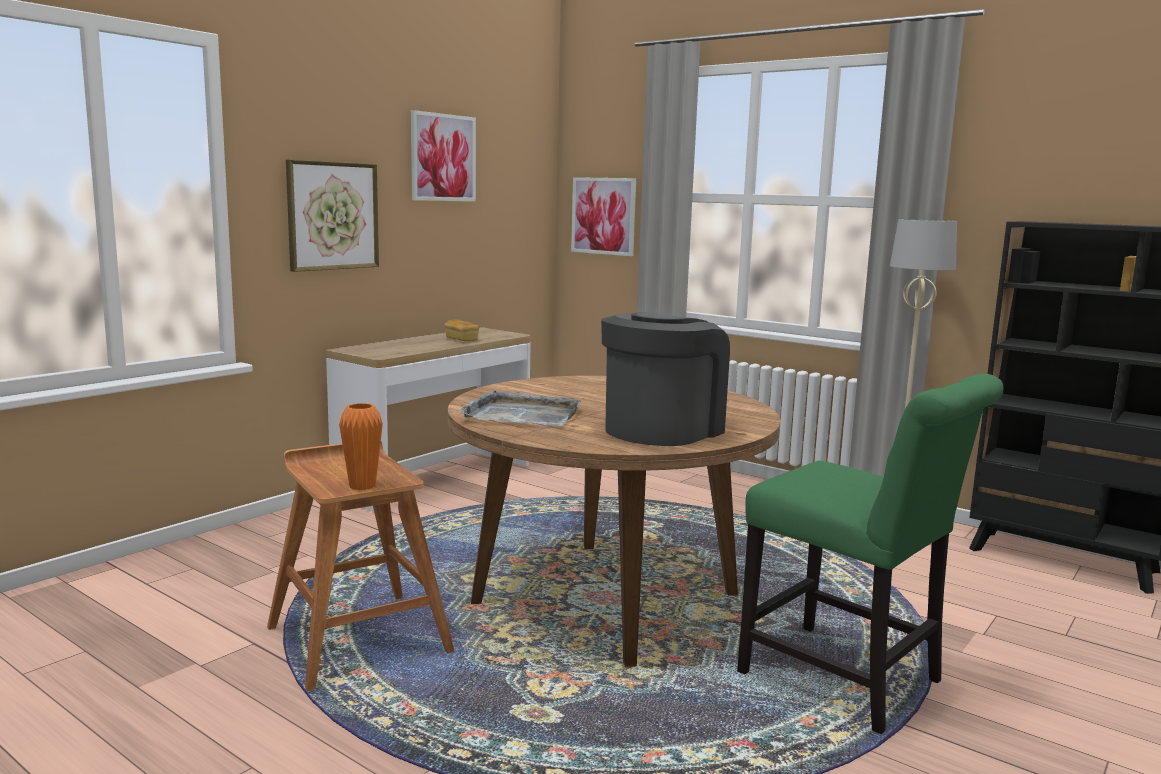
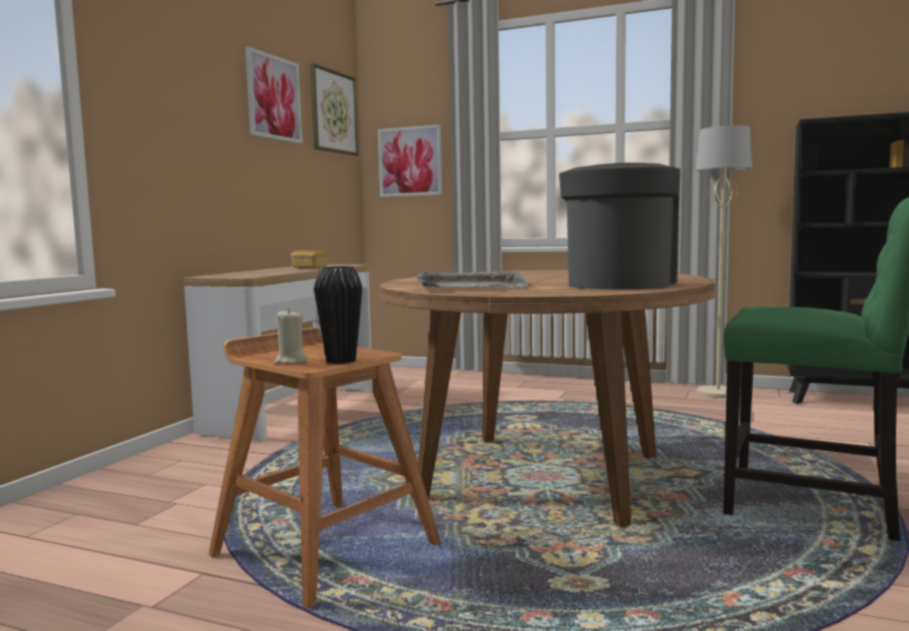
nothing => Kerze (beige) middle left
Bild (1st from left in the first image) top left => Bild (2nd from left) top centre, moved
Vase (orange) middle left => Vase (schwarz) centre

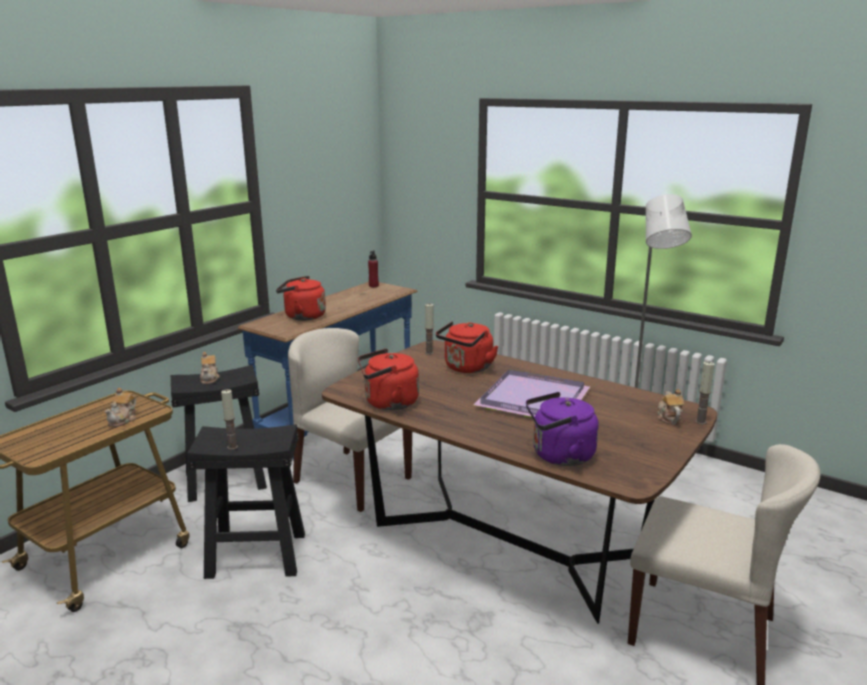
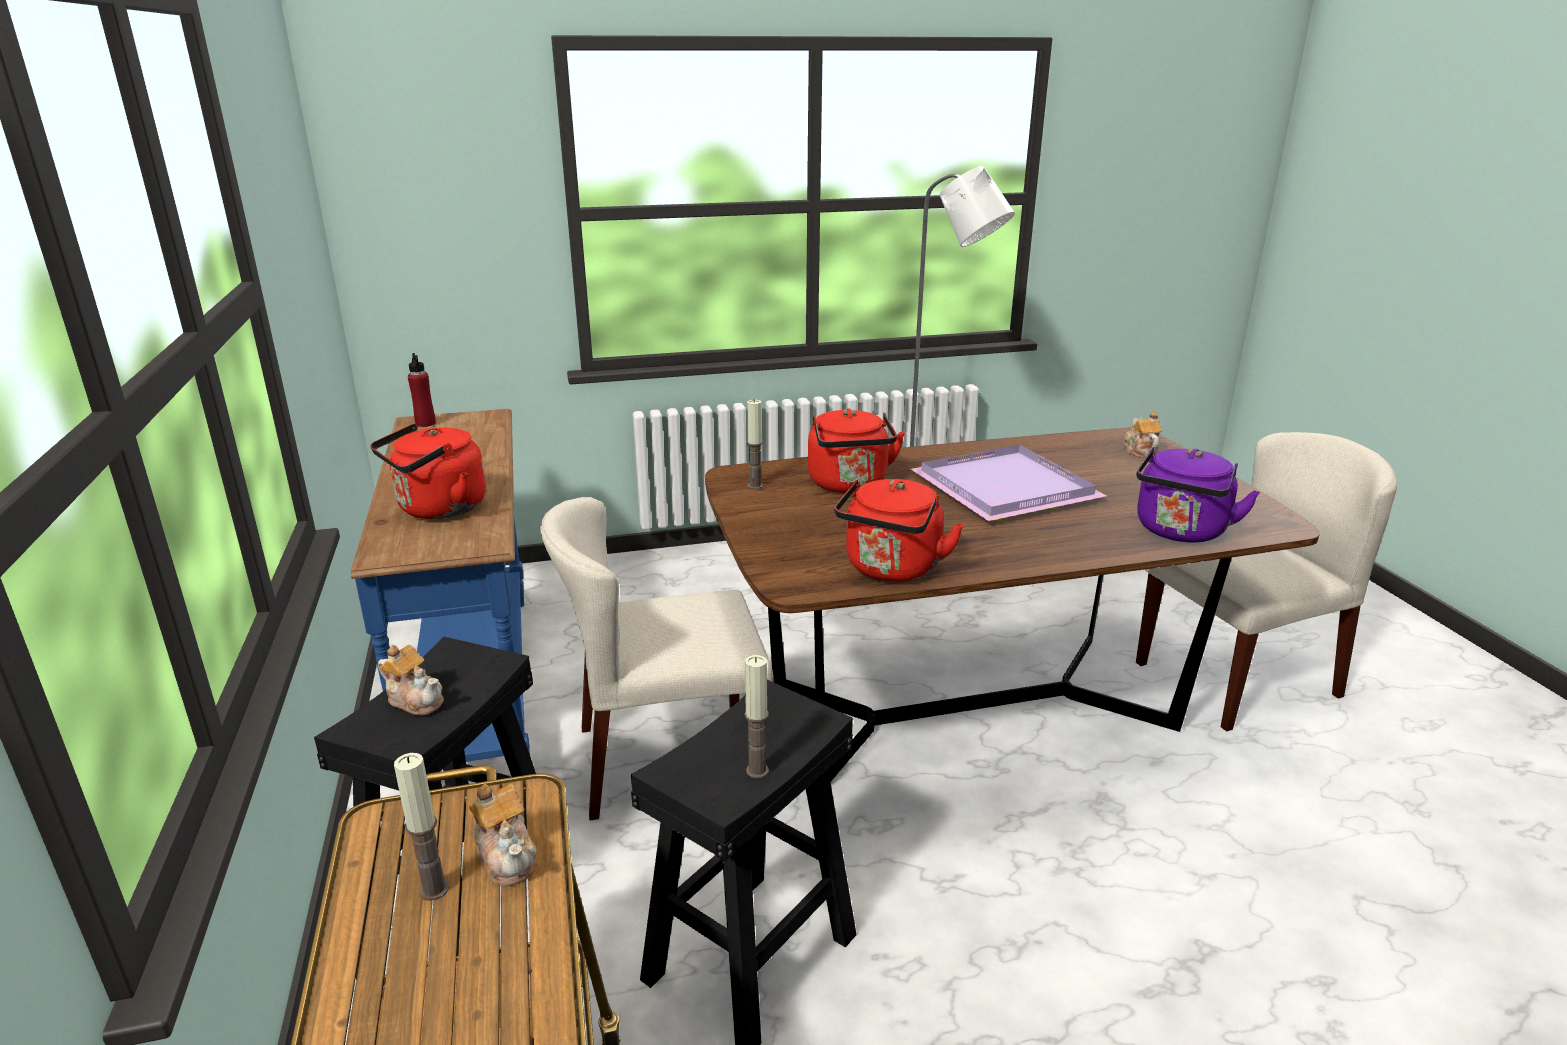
Kerze (3rd from left in the first image) middle right => Kerze (1st from left) bottom left, moved
Teekanne (3rd from left) middle right, 45 degrees clockwise

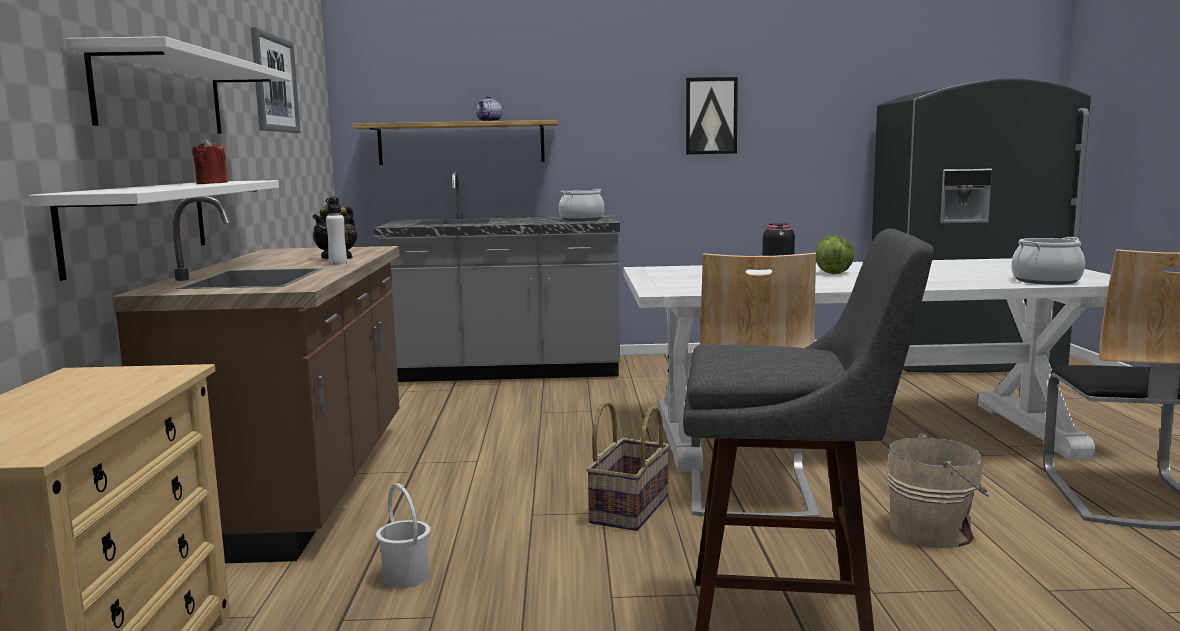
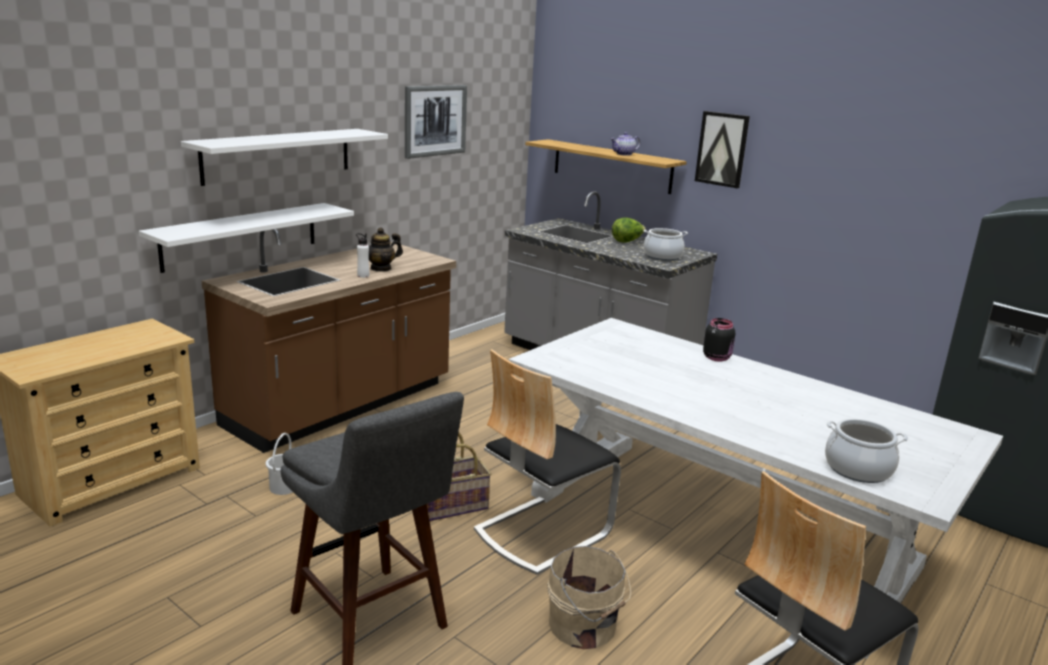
Salatkopf middle right => Salatkopf centre, moved
Bild (2nd from left) top centre => Bild (2nd from left) top right, moved
Kerze (rot) top left => nothing

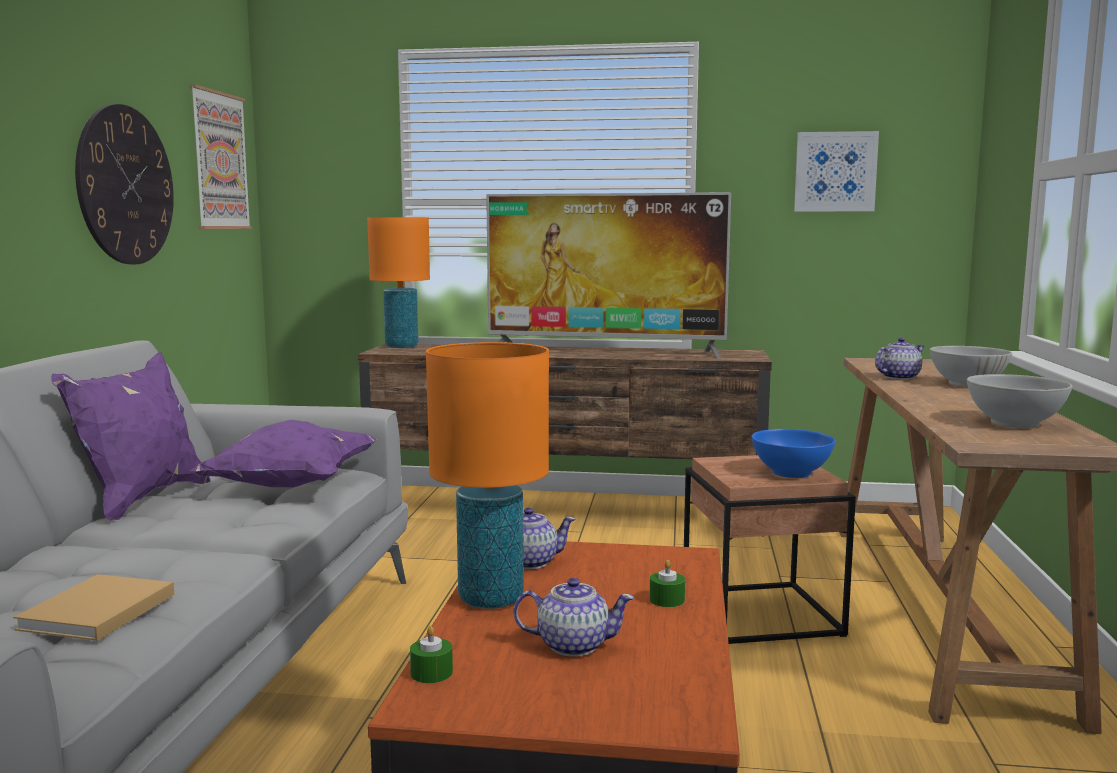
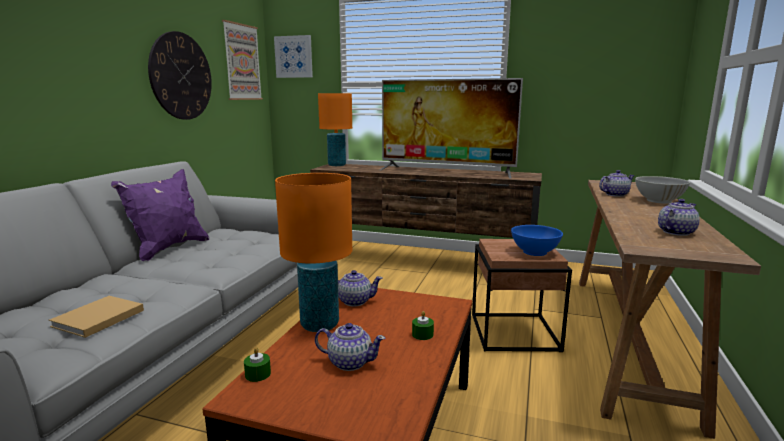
Bild (2nd from left) top right => Bild (2nd from left) top centre, moved
Schüssel (weiß) (2nd from left) middle right => Teekanne (4th from left) middle right
Kissen (lila) (2nd from left) middle left => nothing

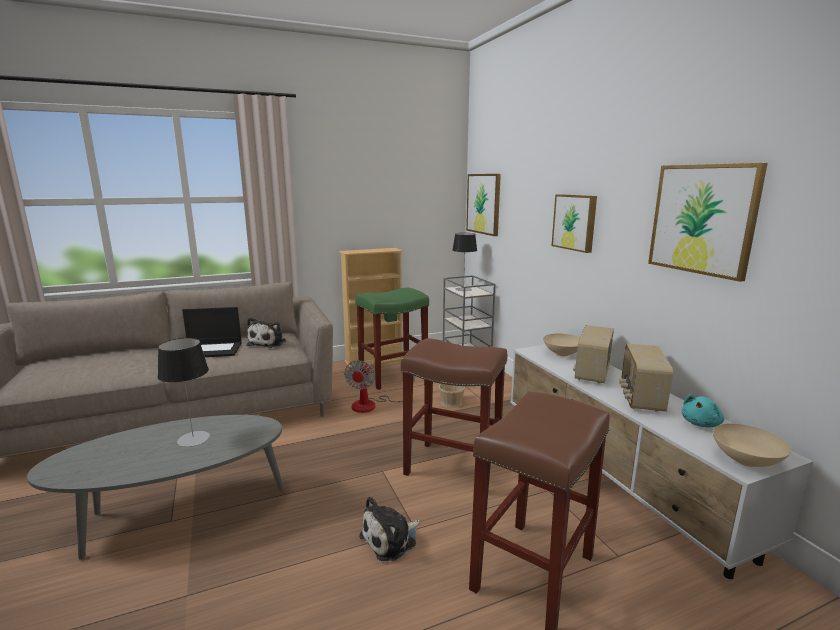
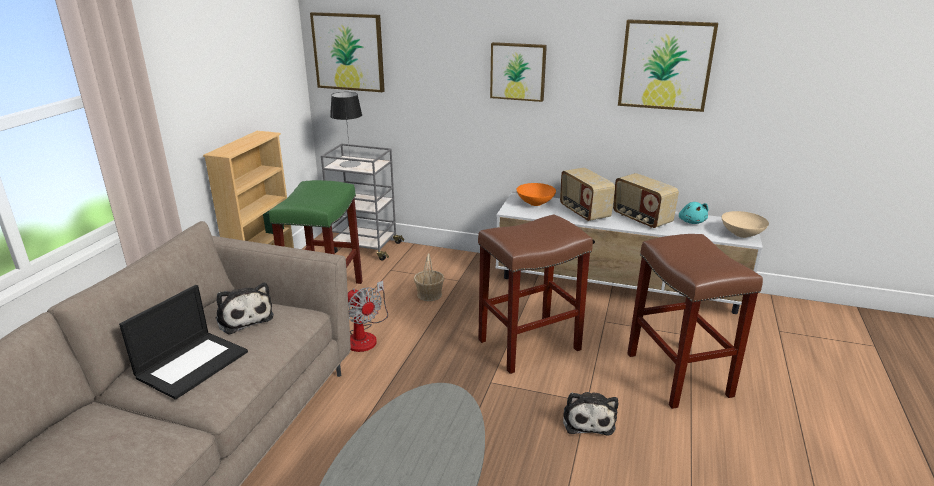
Schüssel (beige) (1st from left) middle right => Schüssel (orange) centre
Tischlampe (1st from left) middle left => nothing

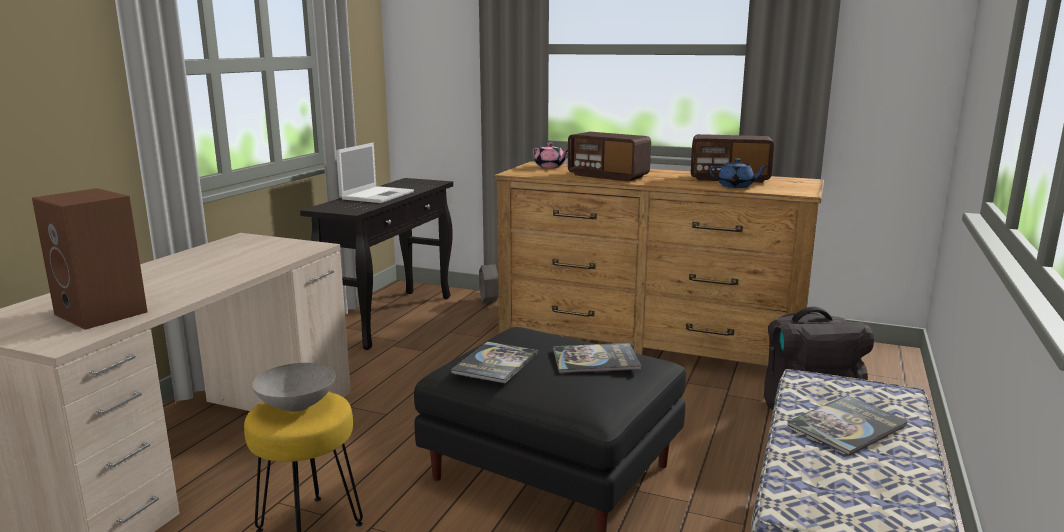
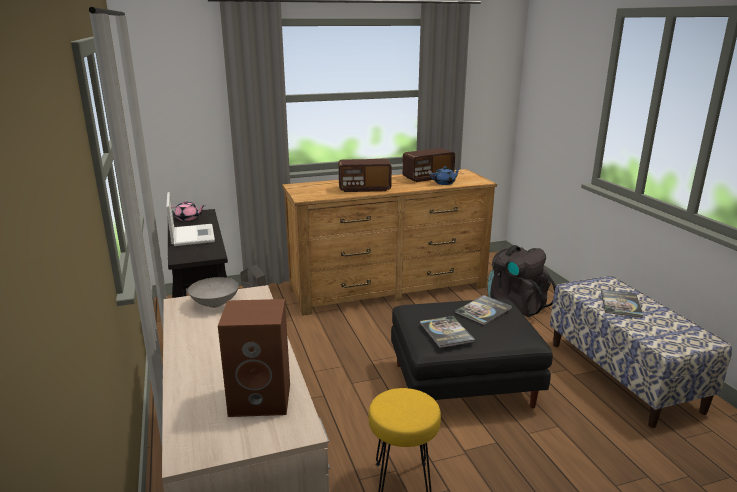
Teekanne (rosa) top centre => Teekanne (rosa) middle left, moved
Schüssel (grau) bottom left => Schüssel (grau) middle left, moved

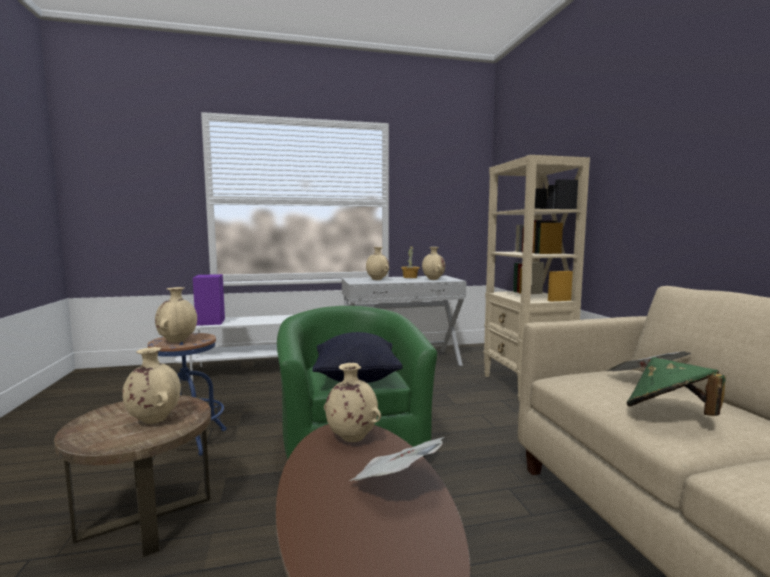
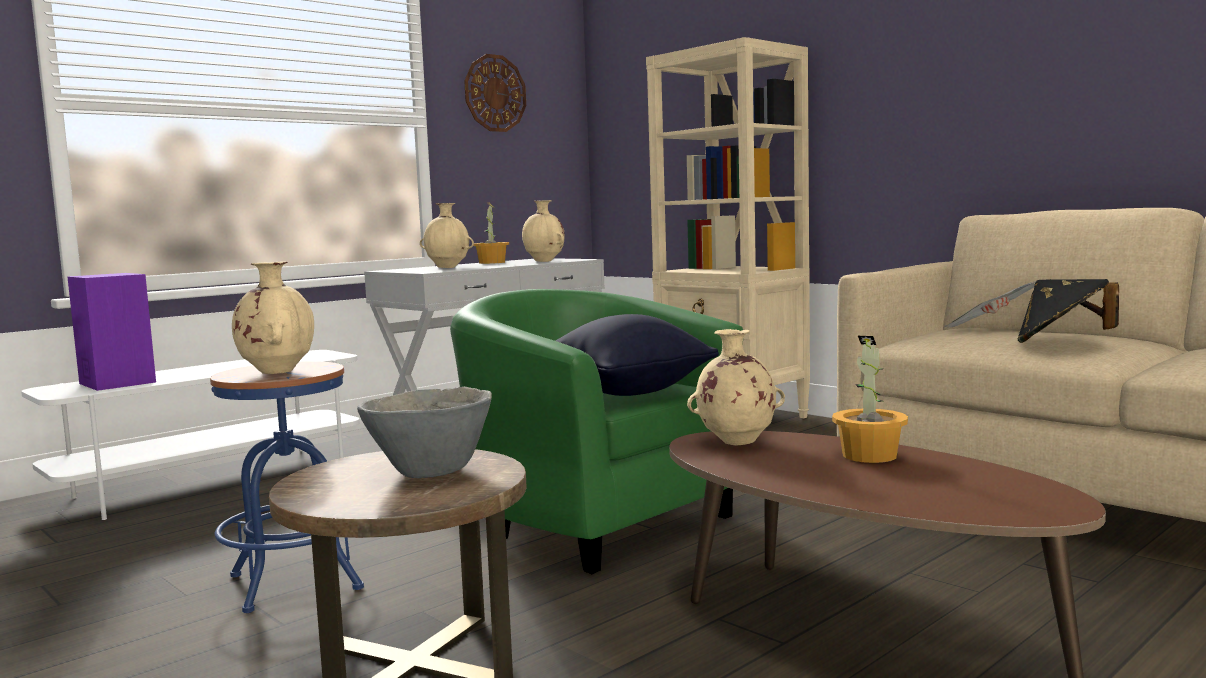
Vase (beige) (1st from left) bottom left => Schüssel (grau) centre
nothing => Wanduhr top centre
Zeitung (1st from left) bottom centre => Topfpflanze (2nd from left) middle right
Hut (grün) bottom right => Hut (schwarz) middle right

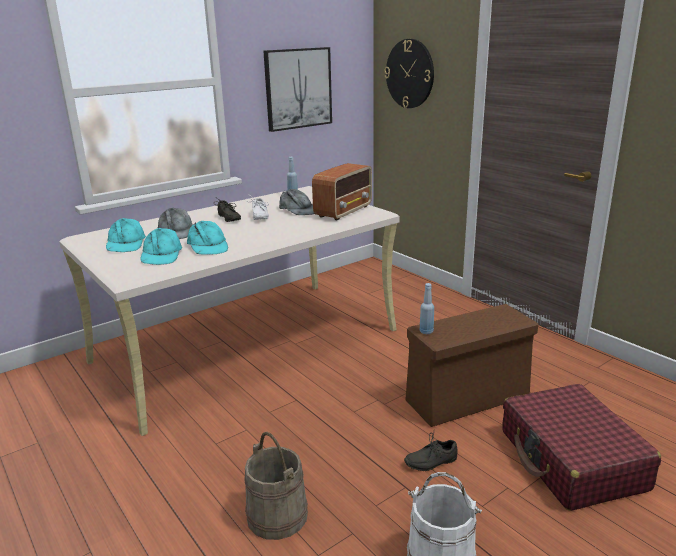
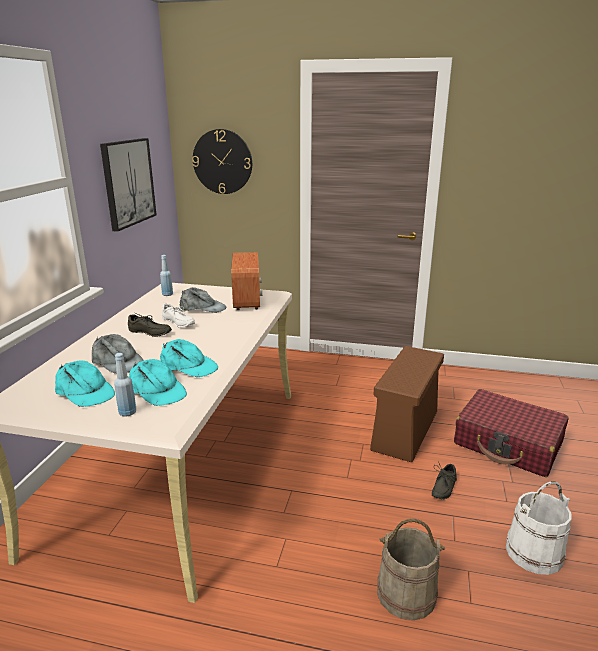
Flasche (blau) (2nd from left in the first image) centre => Flasche (blau) (1st from left) middle left, moved

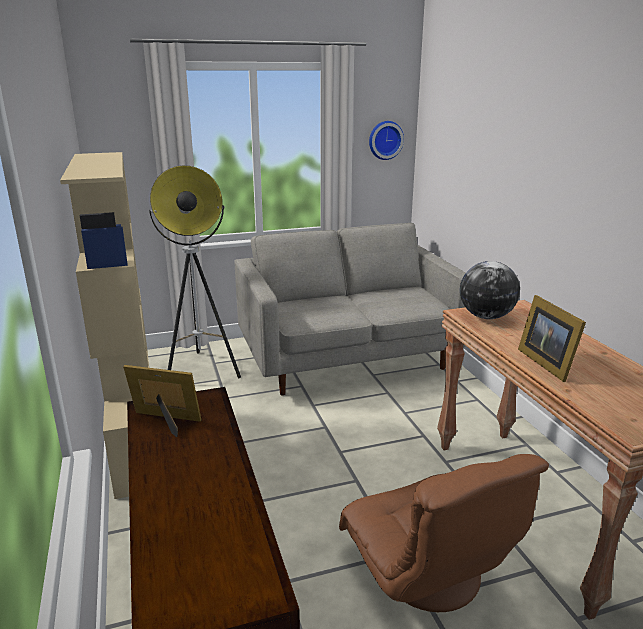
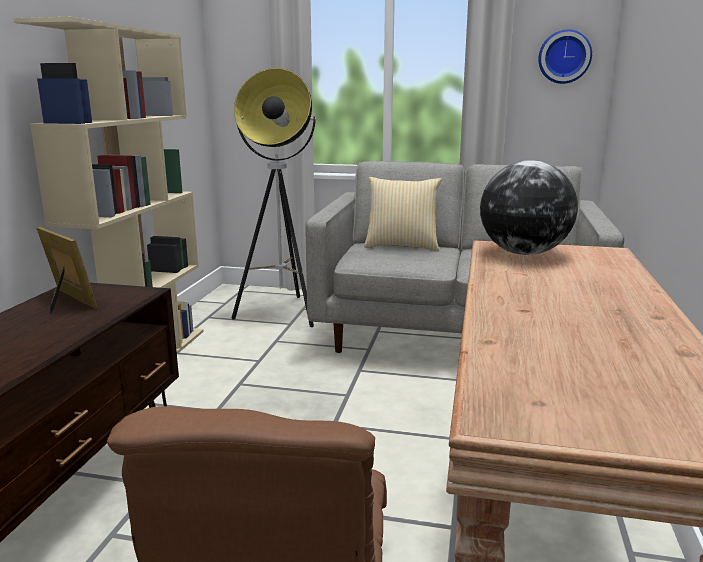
nothing => Kissen centre
Bilderrahmen (2nd from left) middle right => nothing

